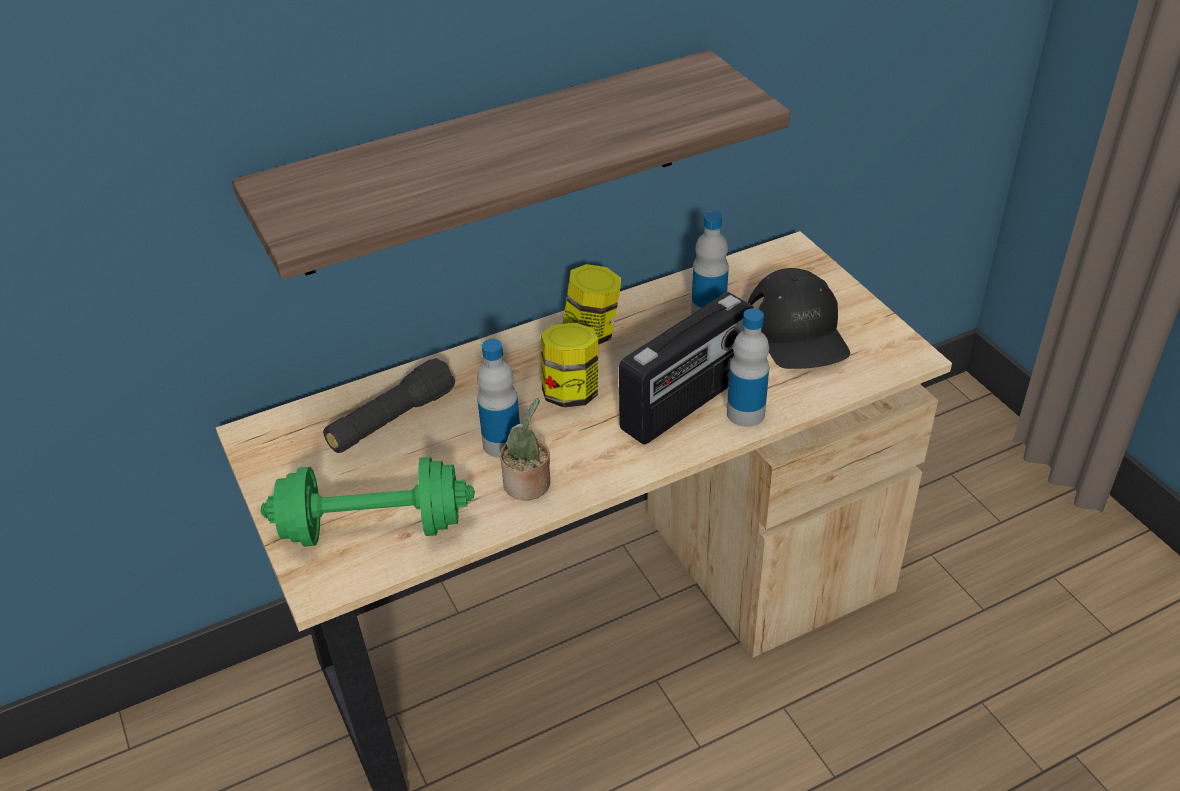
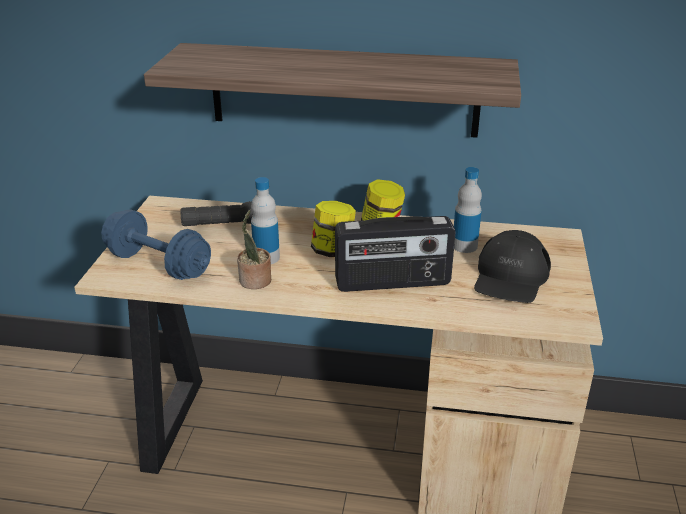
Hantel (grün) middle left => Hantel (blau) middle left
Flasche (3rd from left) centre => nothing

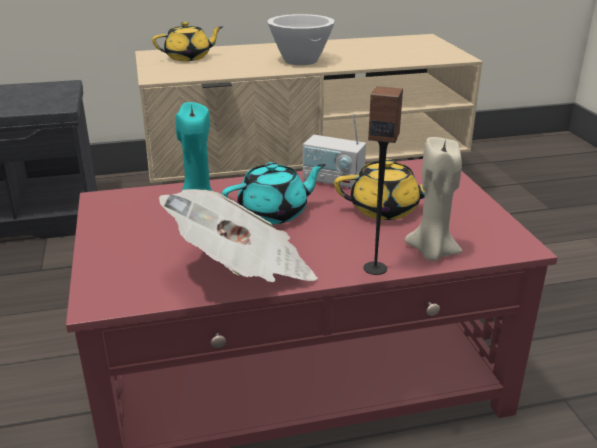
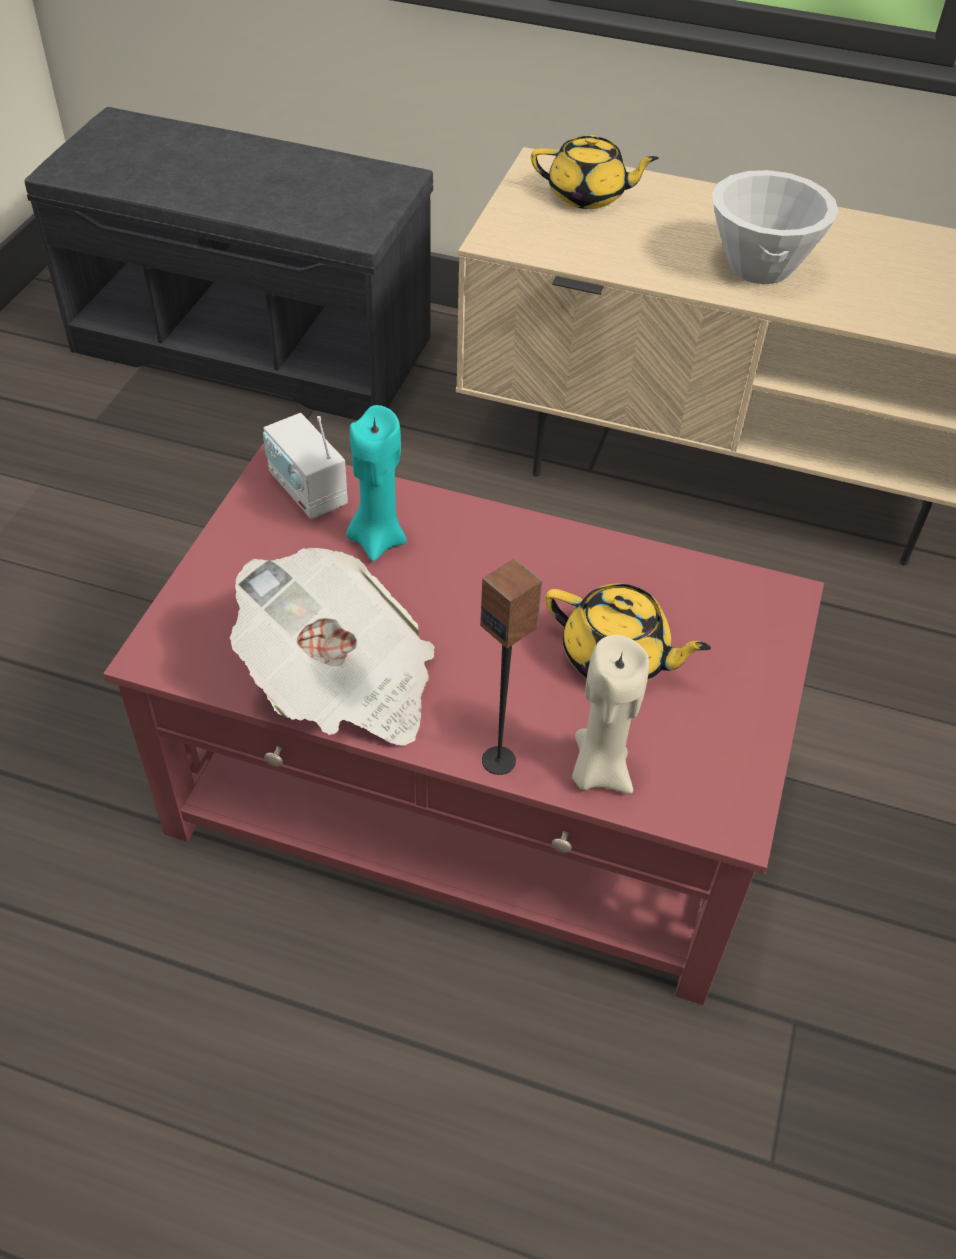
Radio centre => Radio middle left, moved
Teekanne (türkis) centre => nothing

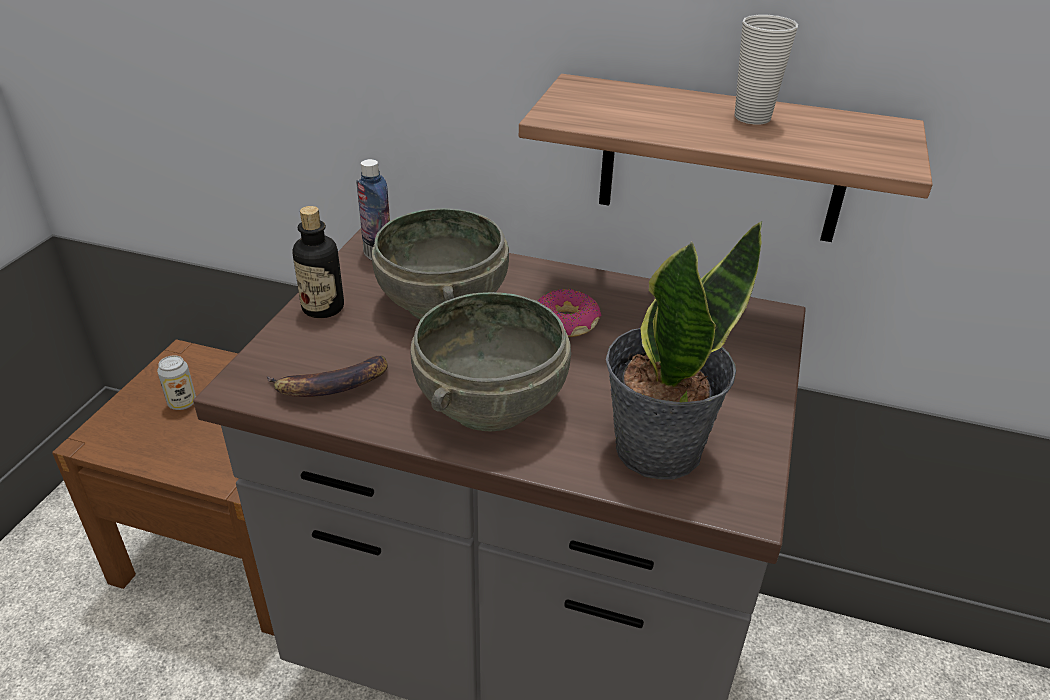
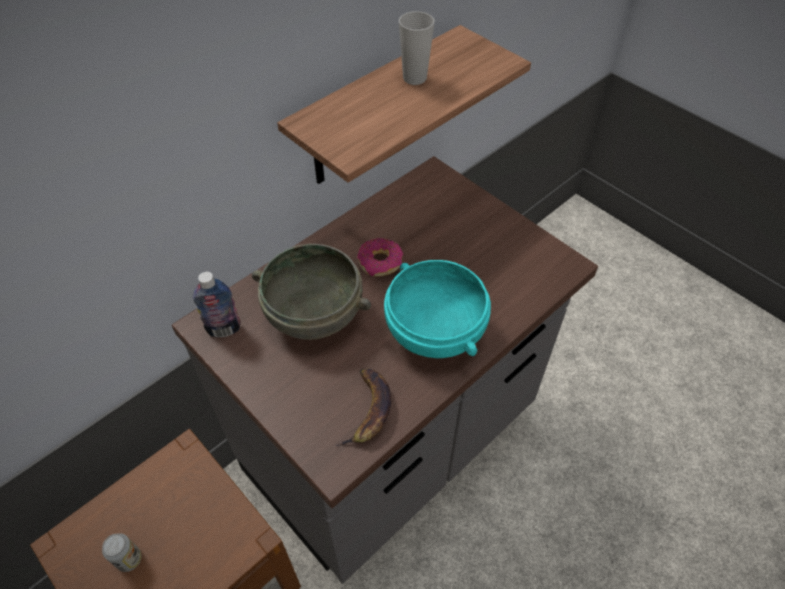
Schüssel (grau) (2nd from left) centre => Schüssel (türkis) centre
Flasche (1st from left) middle left => nothing
Topfpflanze centre => nothing

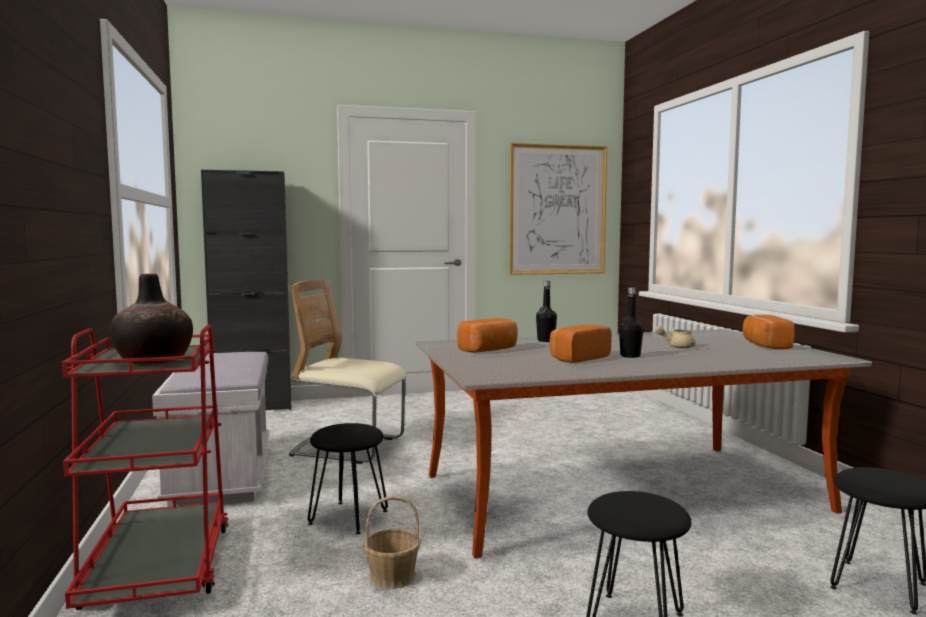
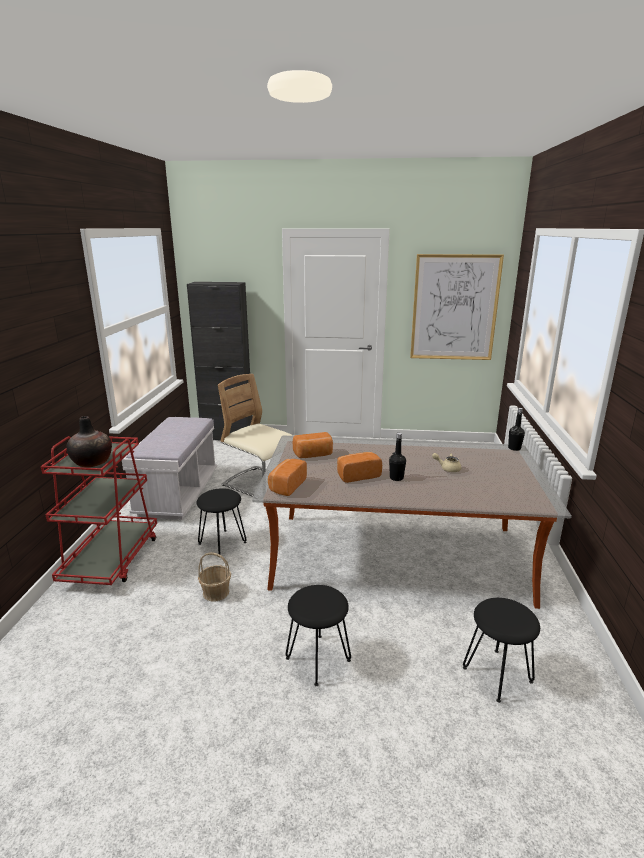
Brot (3rd from left in the first image) middle right => Brot (1st from left) centre, moved
Flasche (schwarz) (1st from left in the first image) centre => Flasche (schwarz) (2nd from left) middle right, moved

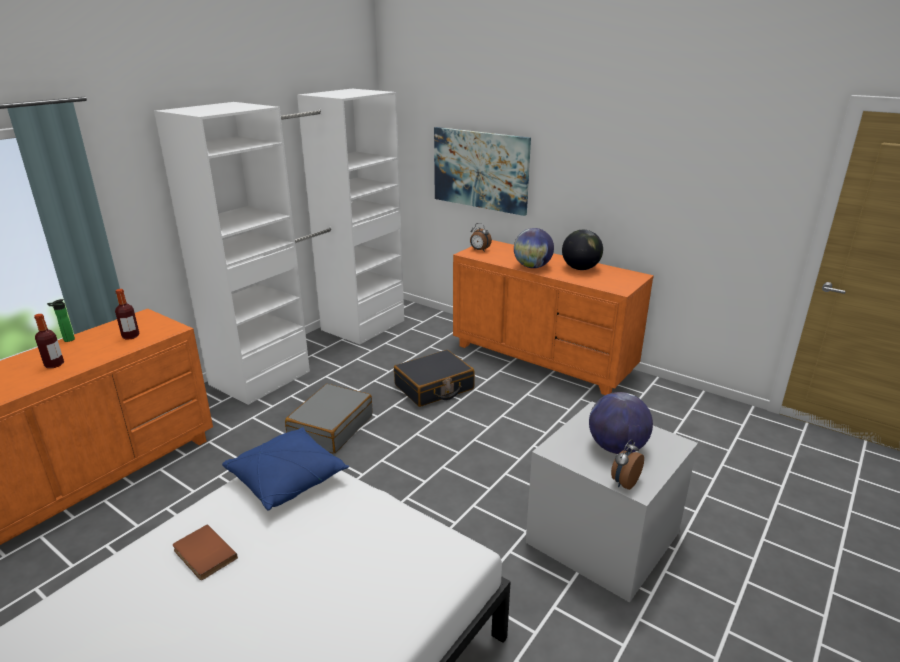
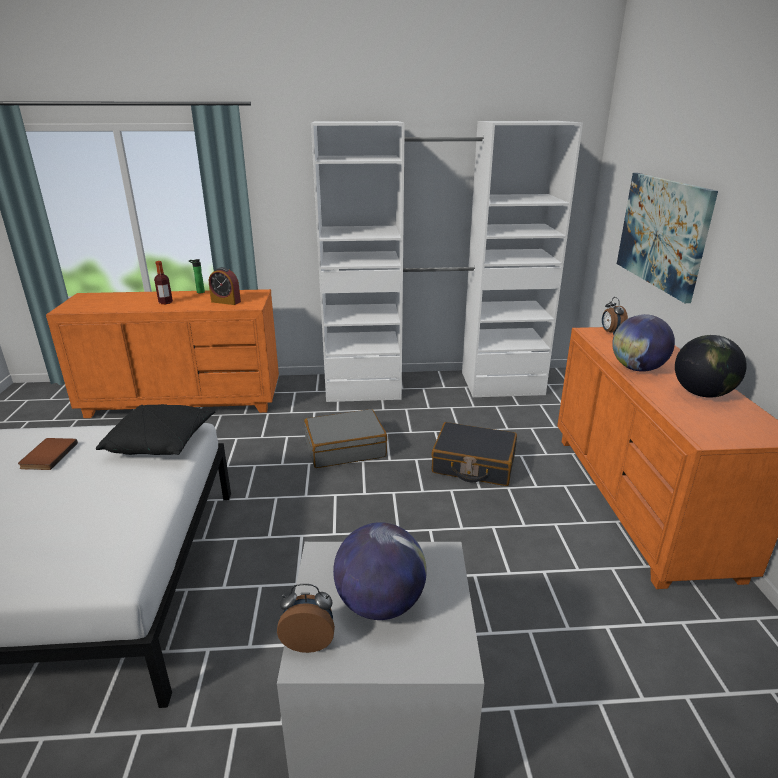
Kissen (blau) bottom left => Kissen (schwarz) middle left
Flasche (3rd from left) middle left => Wecker (1st from left) middle left

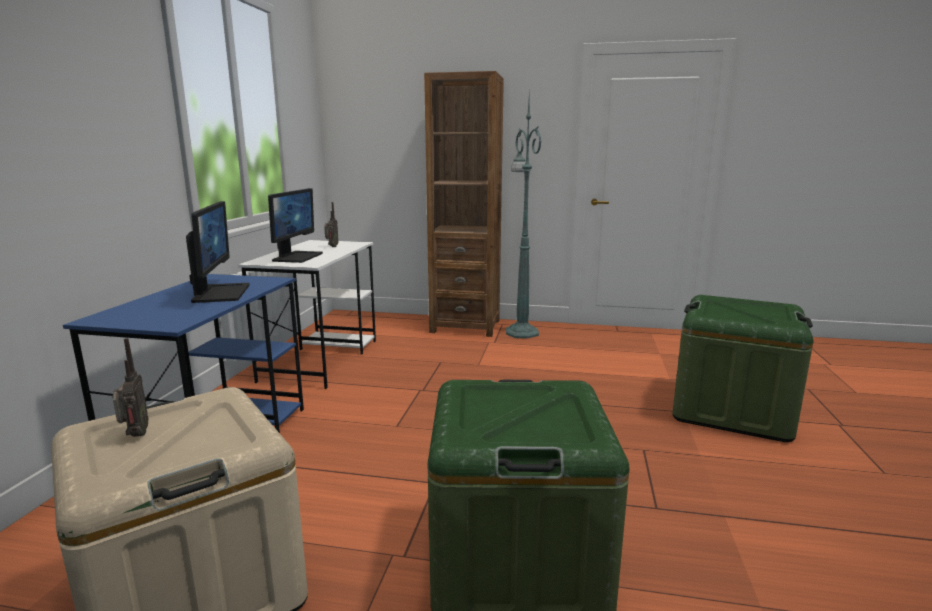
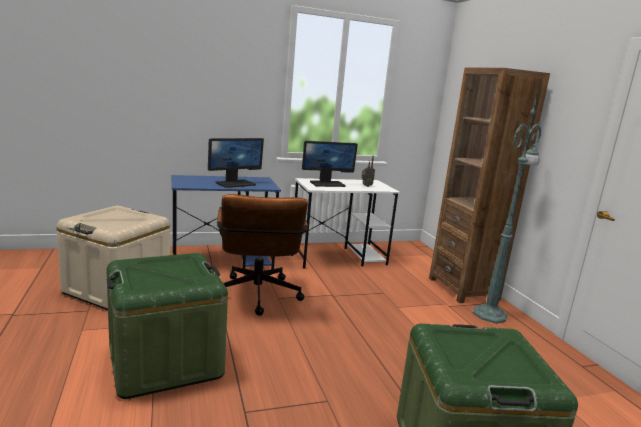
nothing => Bürostuhl (braun) centre
Radio (1st from left) middle left => nothing

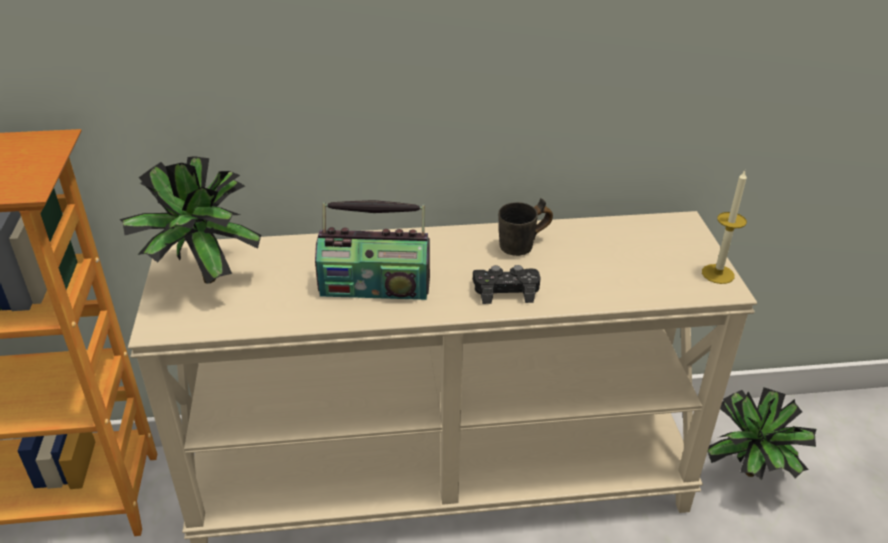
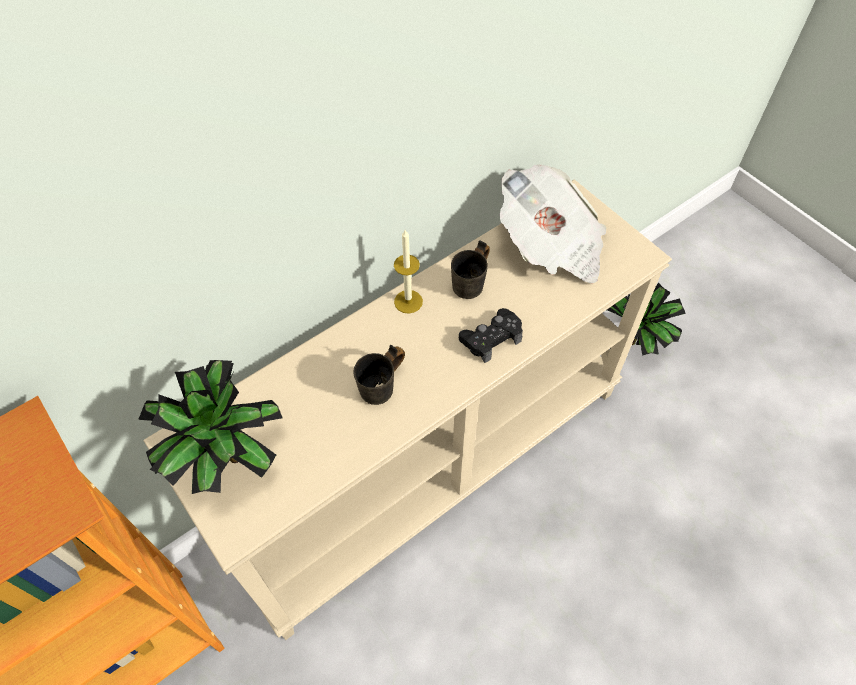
Radio centre => Henkelbecher (grau) (1st from left) centre
Kerze middle right => Kerze centre, moved
nothing => Zeitung top centre

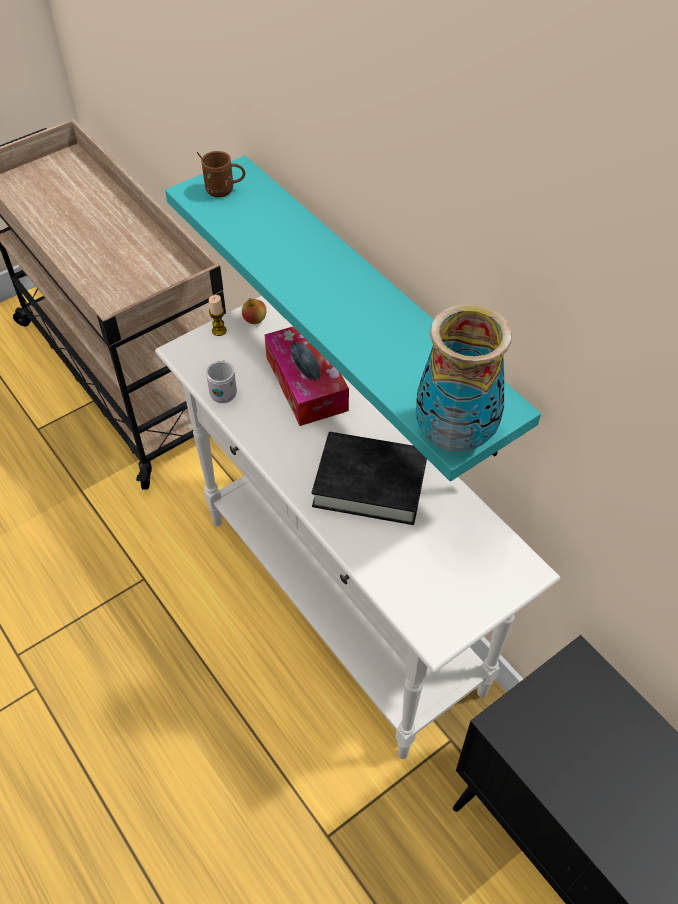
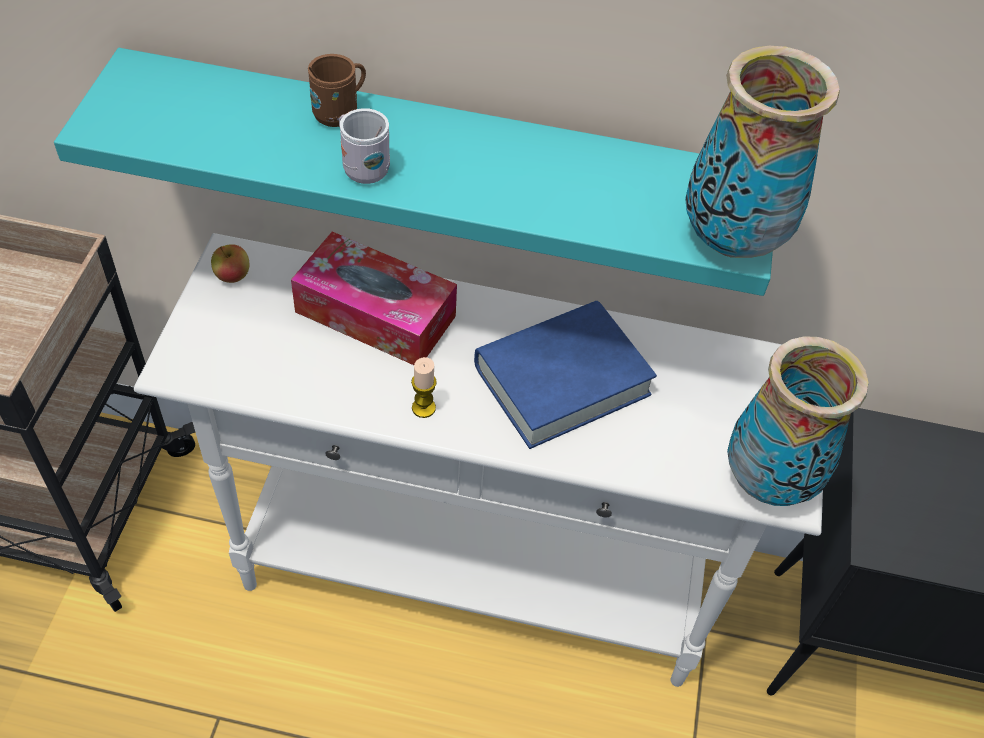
Henkelbecher (braun) top left => Henkelbecher (braun) top centre, moved
Henkelbecher (weiß) middle left => Henkelbecher (weiß) top centre, moved
Kerze middle left => Kerze centre, moved
Buch (schwarz) centre => Buch (blau) centre
nothing => Vase (2nd from left) middle right

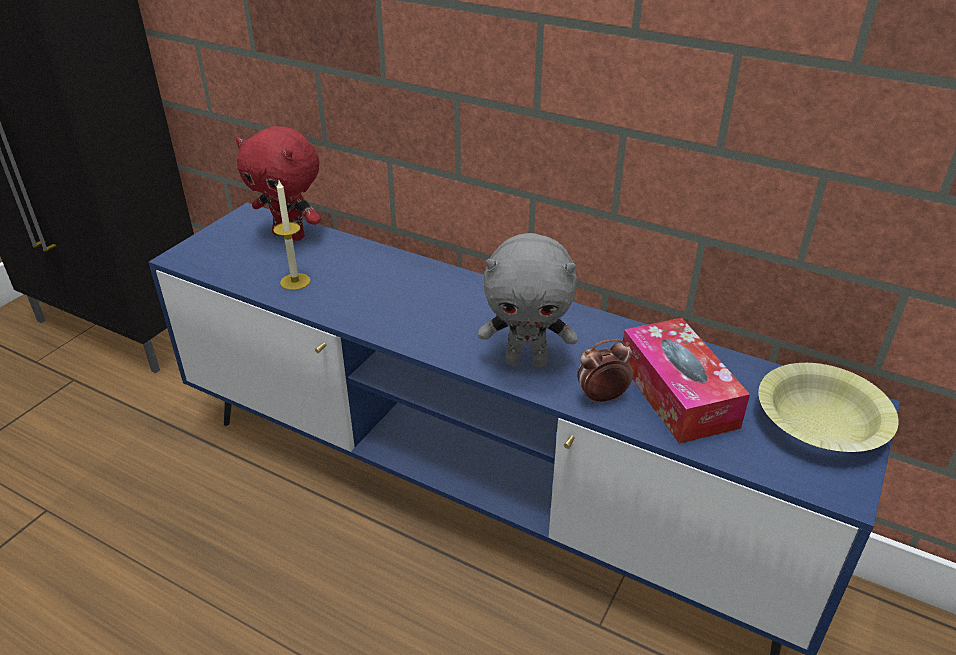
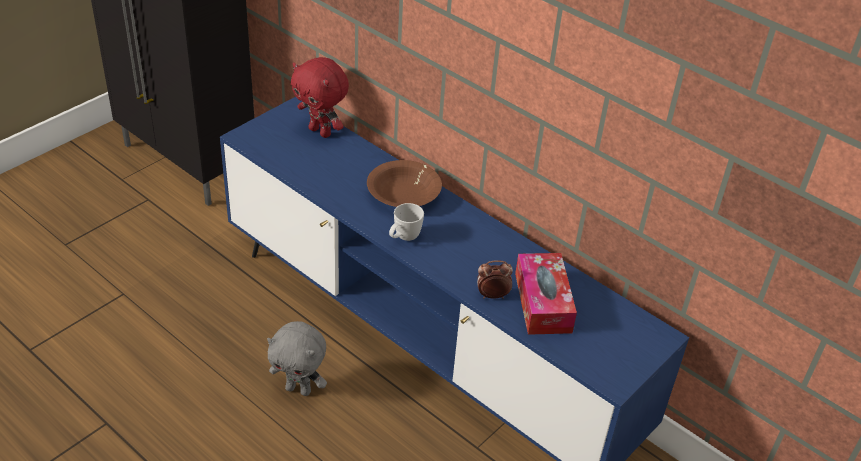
Plüschtier (grau) centre => Plüschtier (grau) bottom centre, moved
nothing => Schüssel (braun) centre
nothing => Henkelbecher (weiß) centre
Kerze middle left => nothing
Schüssel (gelb) middle right => nothing

